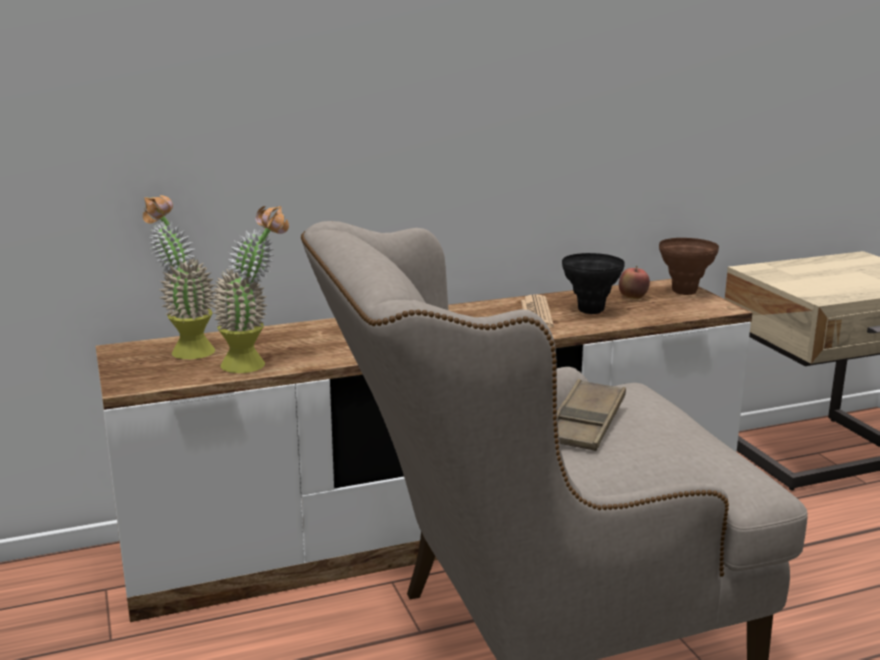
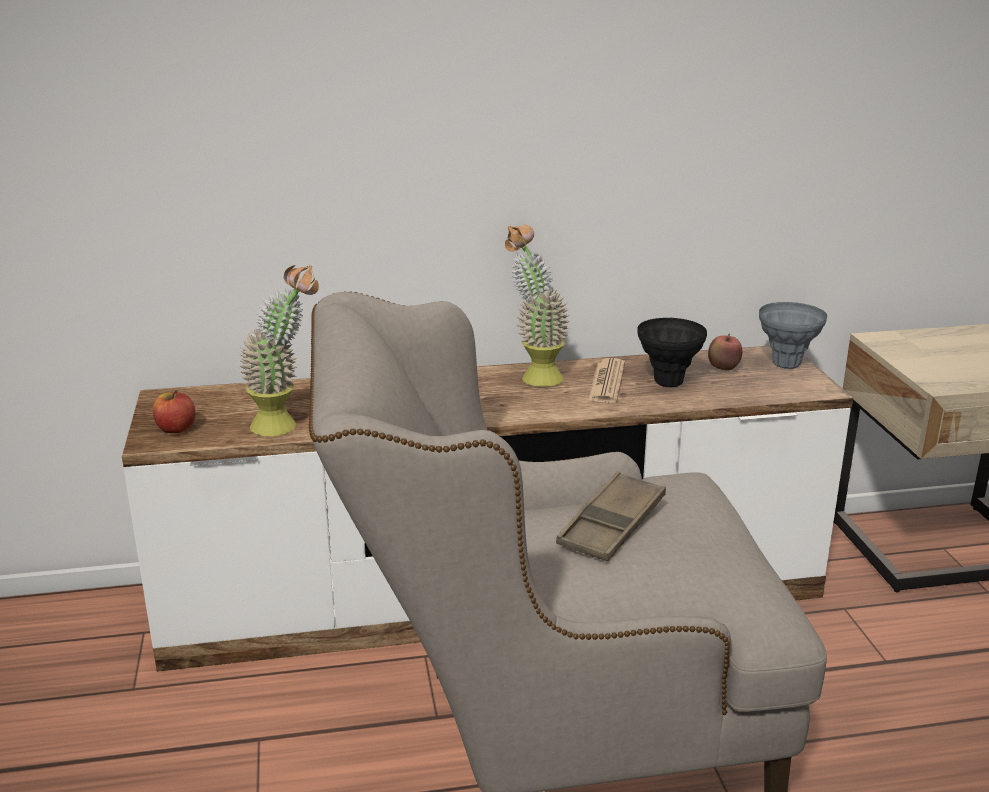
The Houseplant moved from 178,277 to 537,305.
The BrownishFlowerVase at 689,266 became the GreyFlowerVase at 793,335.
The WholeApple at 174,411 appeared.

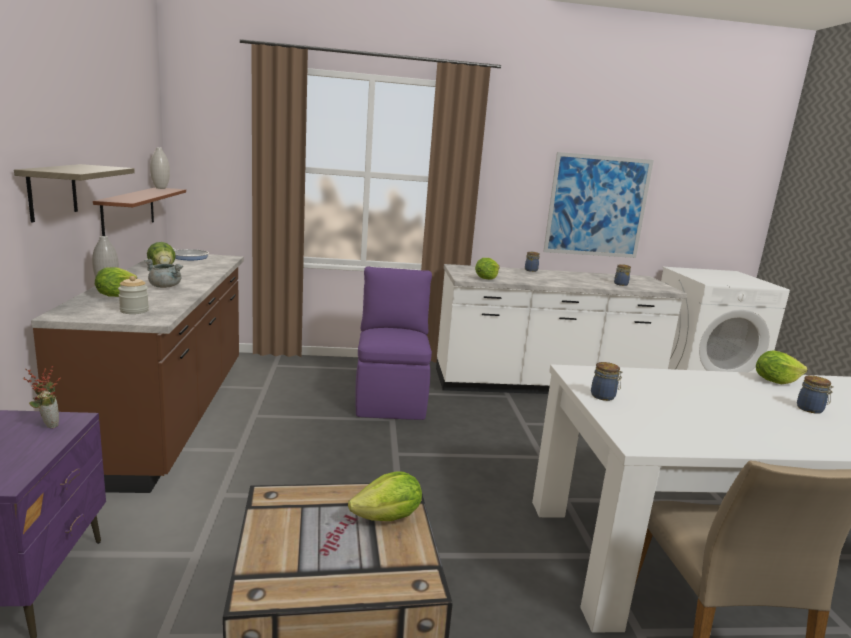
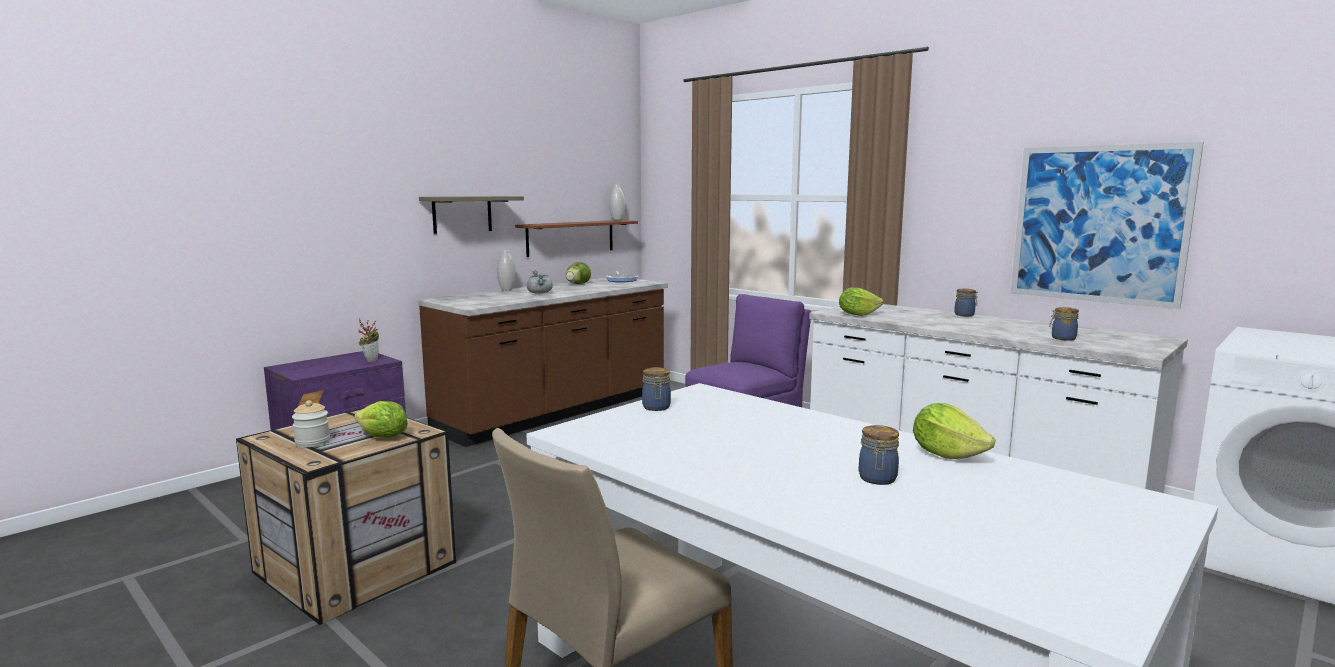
The HeadOfLettuce at 116,282 disappeared.
The PreserveJar moved from 133,295 to 311,423.

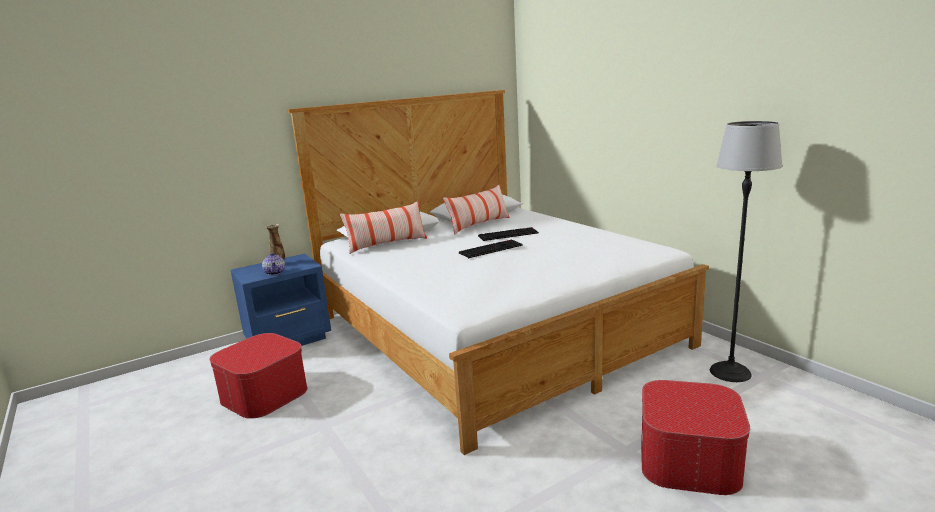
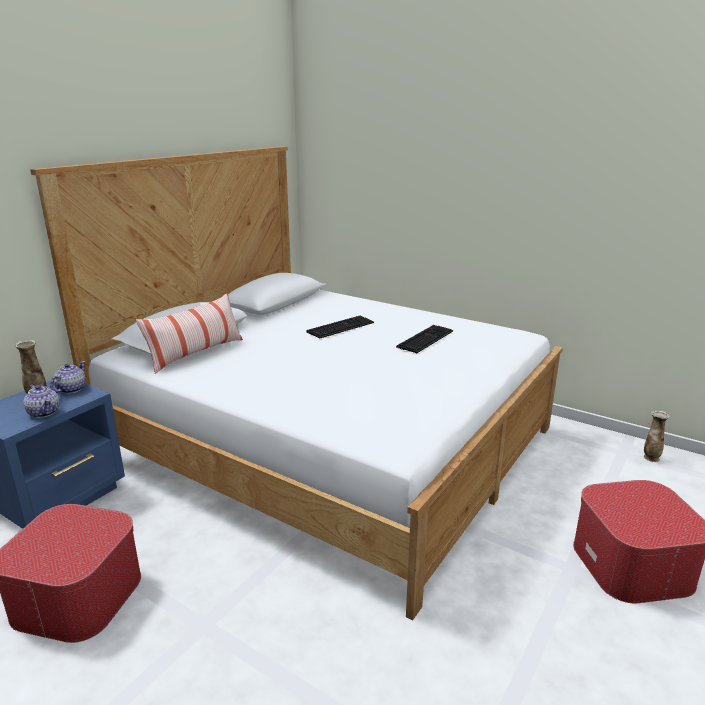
The ThrowPillow at 476,209 disappeared.
The ComputerKeyboard moved from 491,248 to 424,339.
The StandardLamp at 746,251 disappeared.
The Teapot at 68,377 appeared.
The FlowerVase at 657,436 appeared.

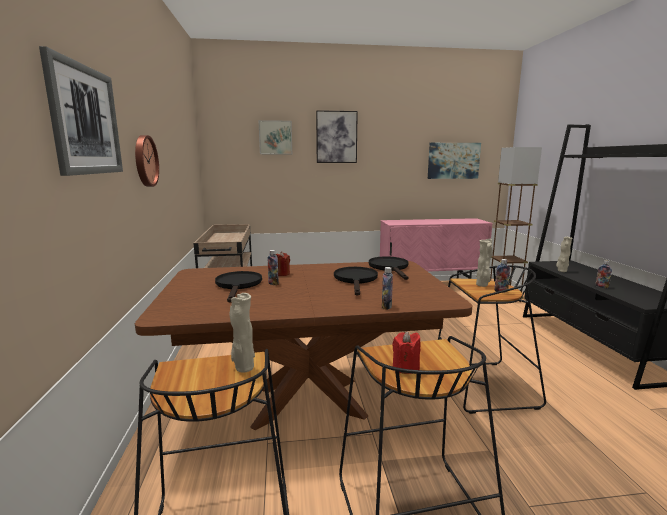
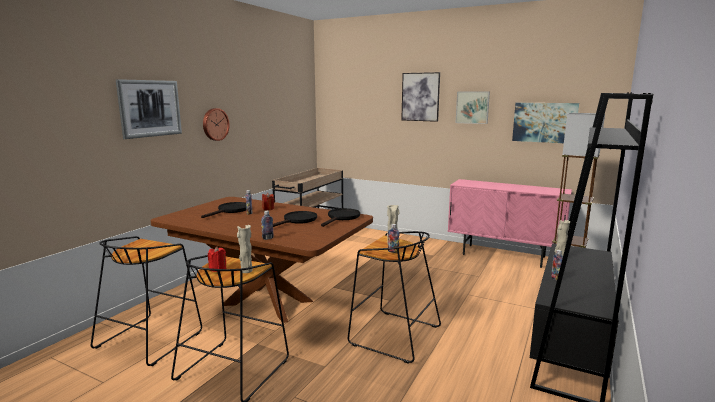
The SandColouredFlowerVase moved from 242,333 to 245,249.
The WallArt moved from 275,137 to 473,108.

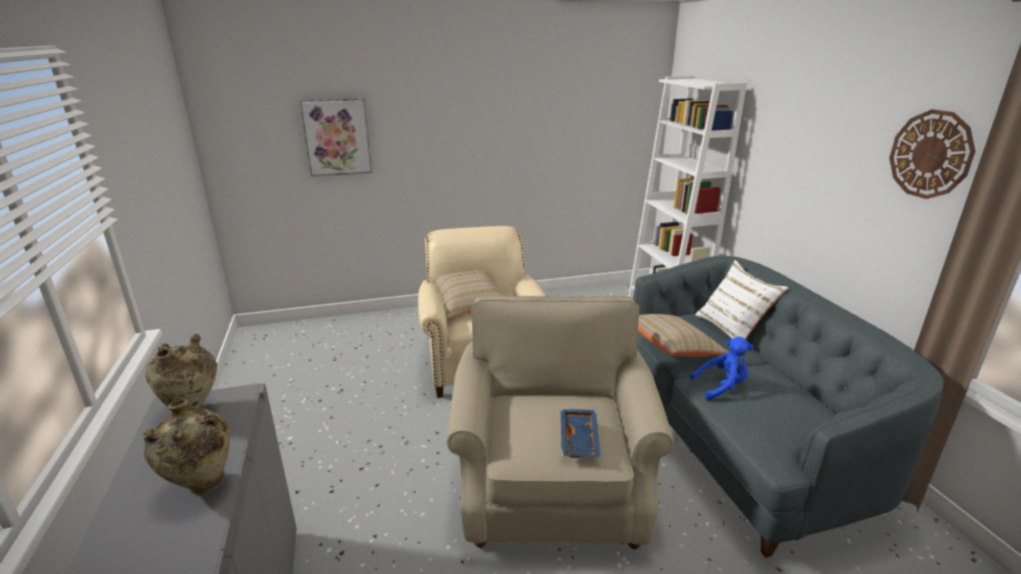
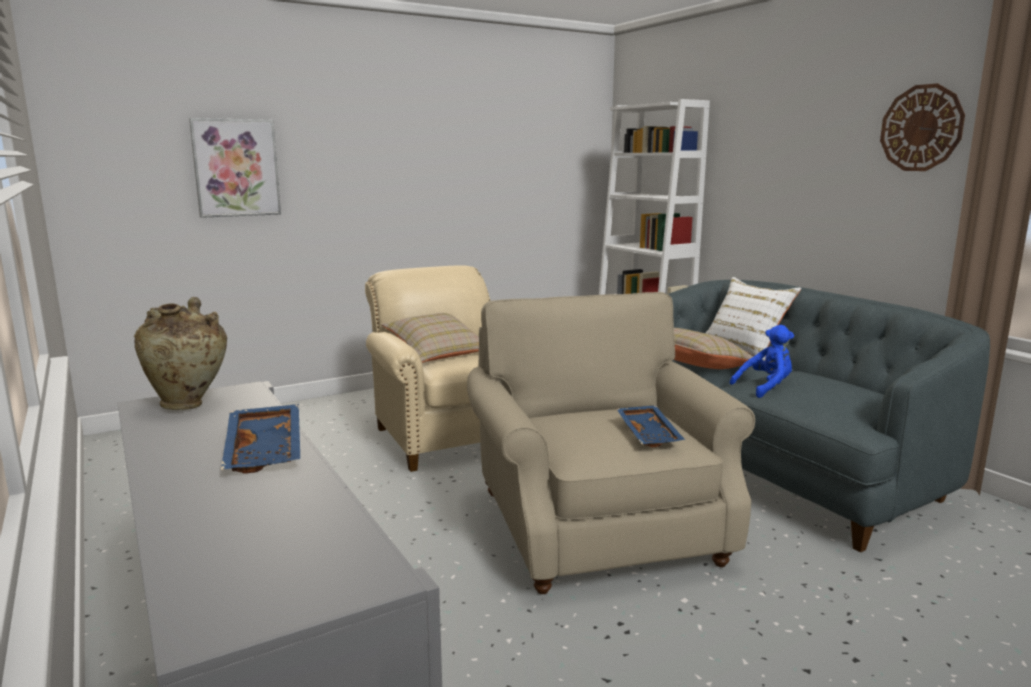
The SandColouredFlowerVase at 186,446 was replaced by the BlueColouredCarryingTray at 260,439.

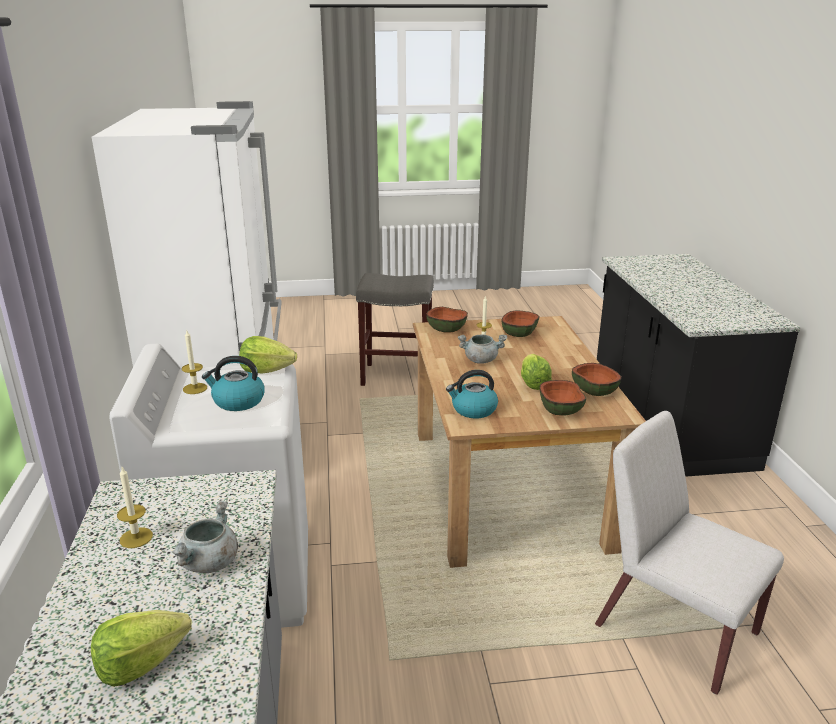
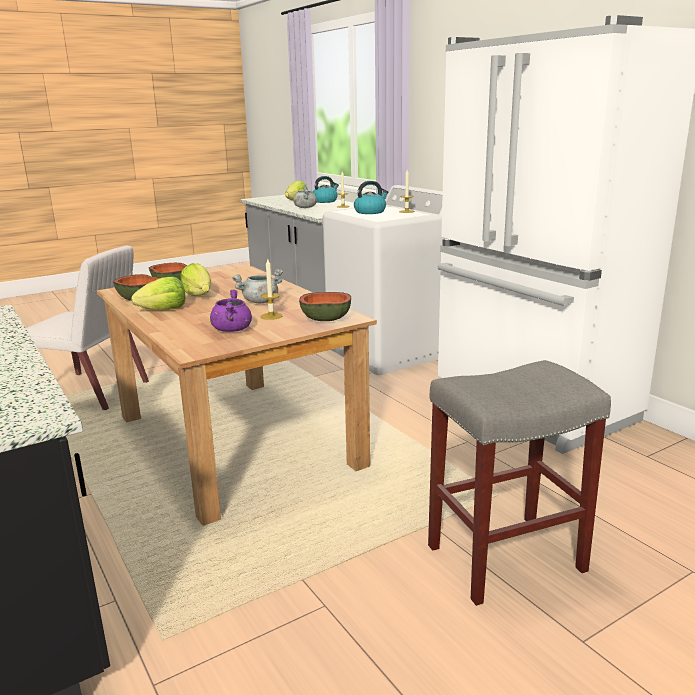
The HeadOfLettuce moved from 268,355 to 158,293.
The TeaKettle moved from 472,394 to 326,189.
The ServingBowl at 520,324 was replaced by the PurpleColouredCookingPot at 231,311.

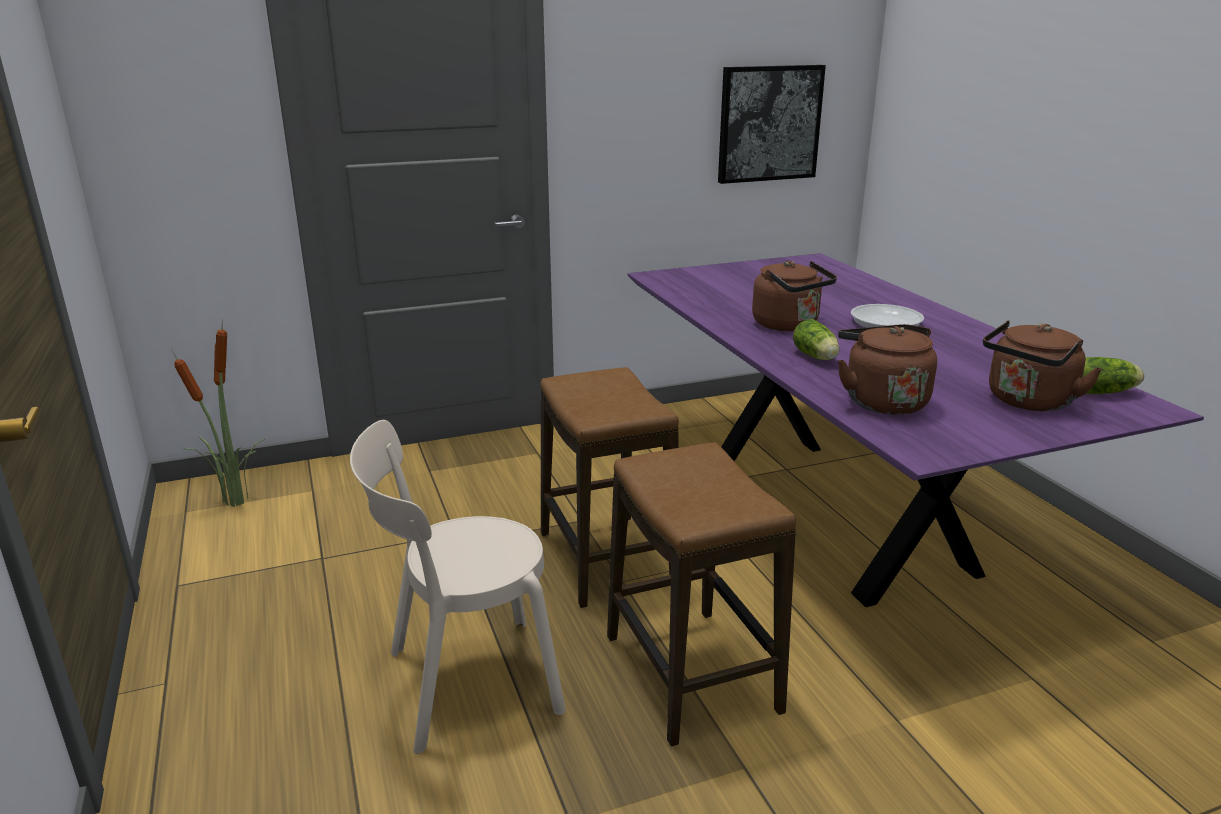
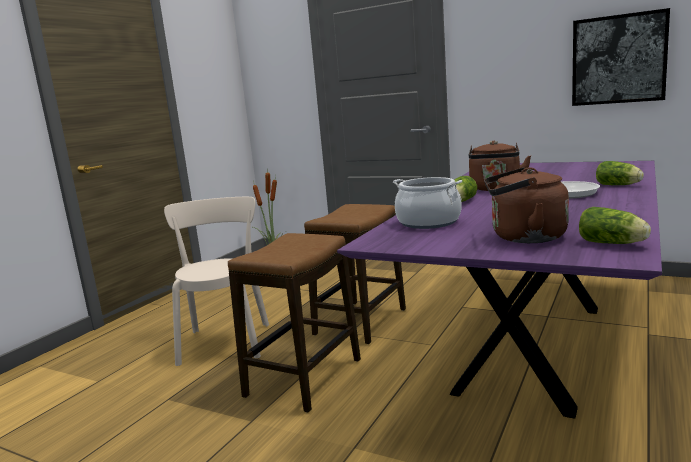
The SandColouredPlainChair at 458,587 turned 60 degrees clockwise.
The BrownishTeaKettle at 887,369 was replaced by the CookingPot at 427,203.
The HeadOfLettuce at 620,173 appeared.

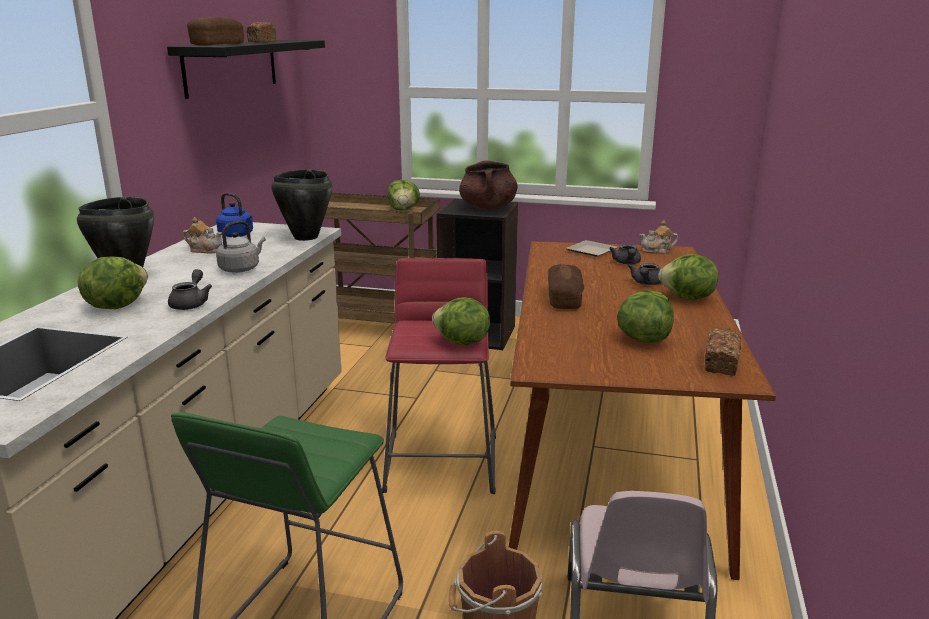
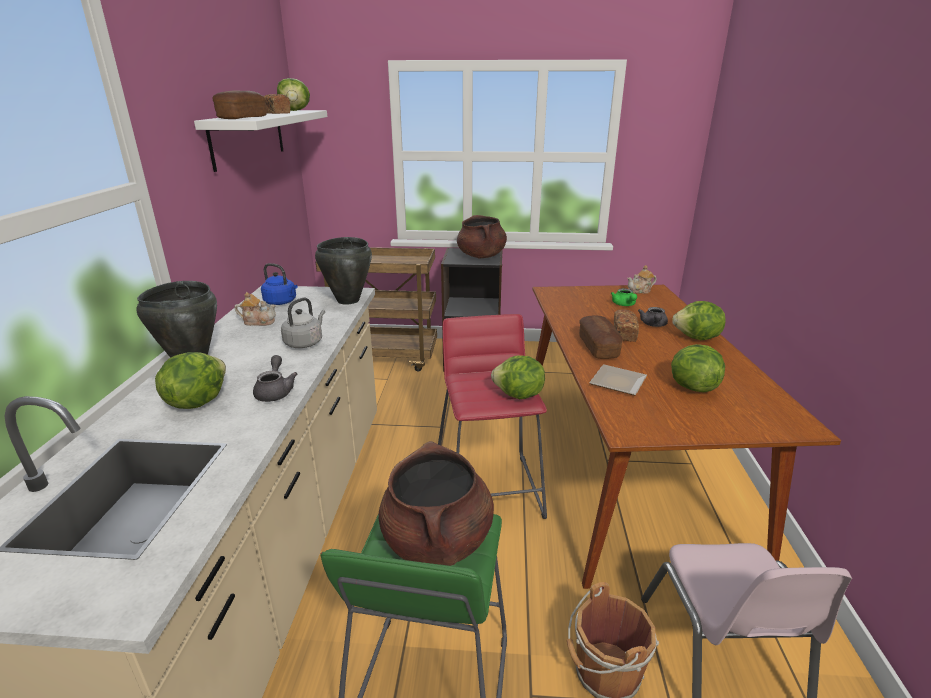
The BlackishShelf at 246,69 became the WhitishShelf at 261,141.
The HeadOfLettuce moved from 404,195 to 293,94.
The FlatDish moved from 592,248 to 618,380.
The GreyTeapot at 625,254 became the GreenTeapot at 624,297.
The BakedBread moved from 723,351 to 626,325.
The BrownishCookingPot at 436,503 appeared.

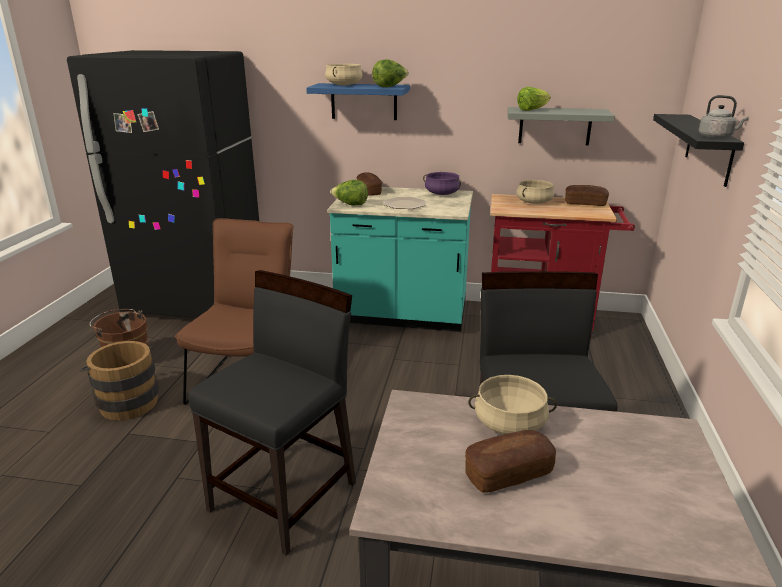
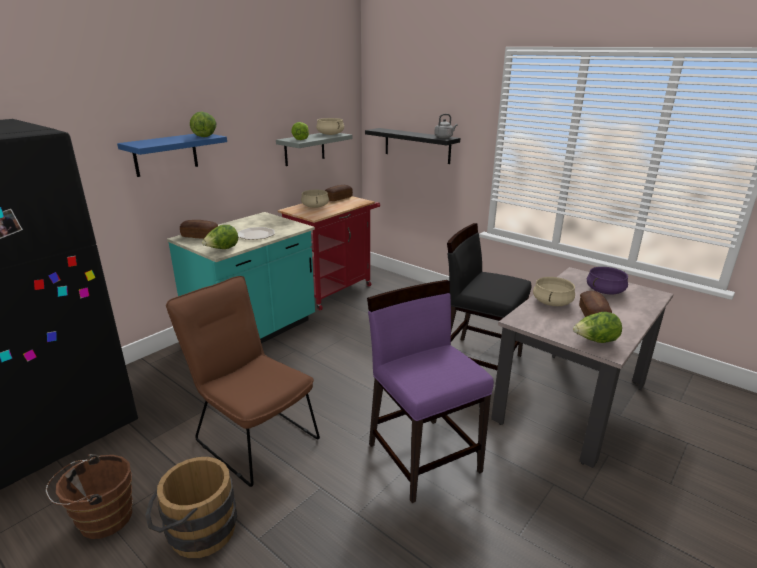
The BlackishPlainChair at 272,413 became the PurpleColouredPlainChair at 430,391.
The SandColouredCookingPot moved from 344,74 to 330,126.
The PurpleColouredCookingPot moved from 442,183 to 607,280.
The HeadOfLettuce at 597,327 appeared.

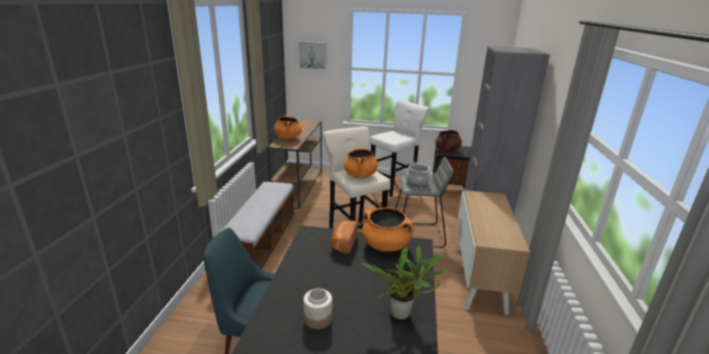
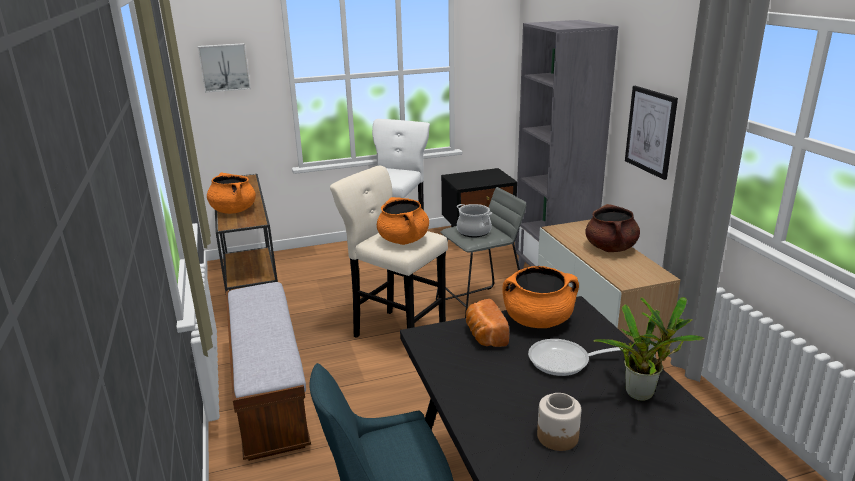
The BrownishCookingPot moved from 448,140 to 612,228.
The Pan at 575,357 appeared.
The WallArt at 651,133 appeared.

